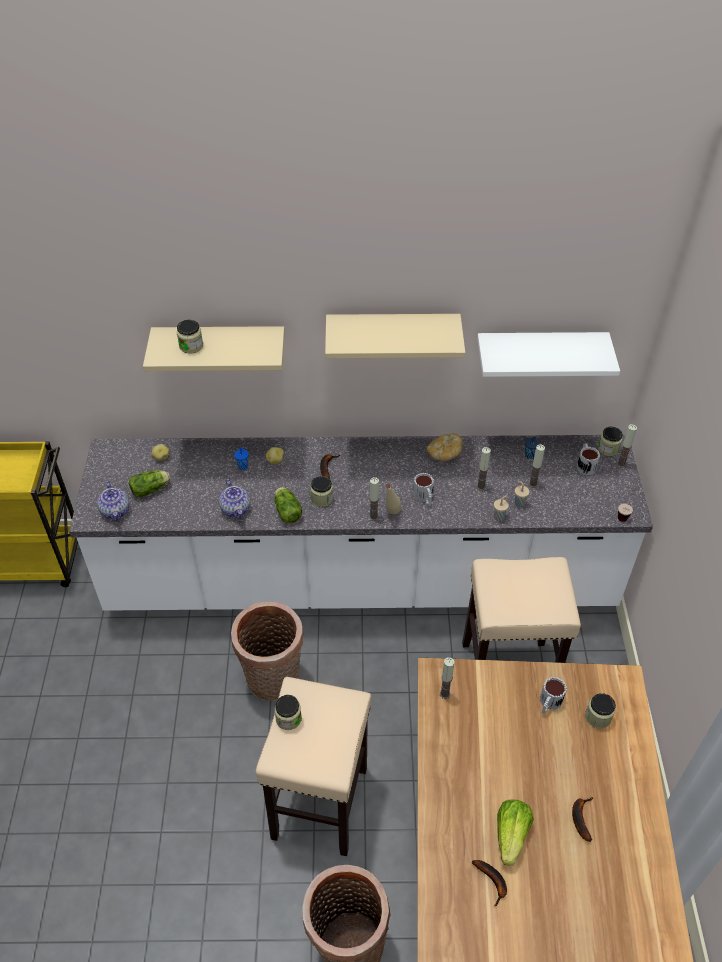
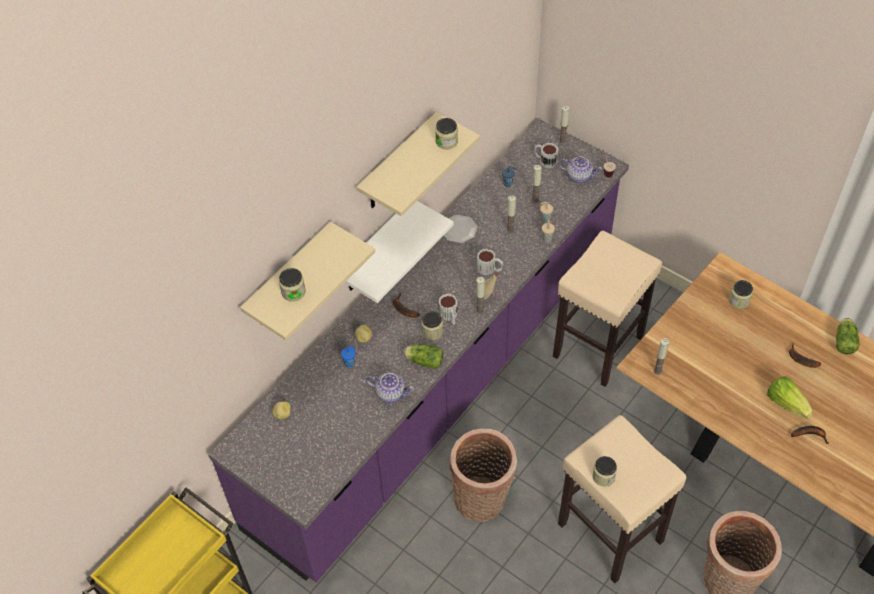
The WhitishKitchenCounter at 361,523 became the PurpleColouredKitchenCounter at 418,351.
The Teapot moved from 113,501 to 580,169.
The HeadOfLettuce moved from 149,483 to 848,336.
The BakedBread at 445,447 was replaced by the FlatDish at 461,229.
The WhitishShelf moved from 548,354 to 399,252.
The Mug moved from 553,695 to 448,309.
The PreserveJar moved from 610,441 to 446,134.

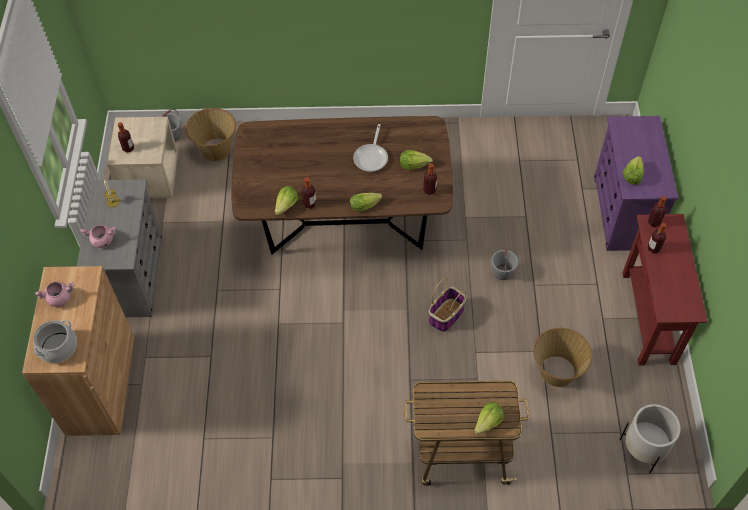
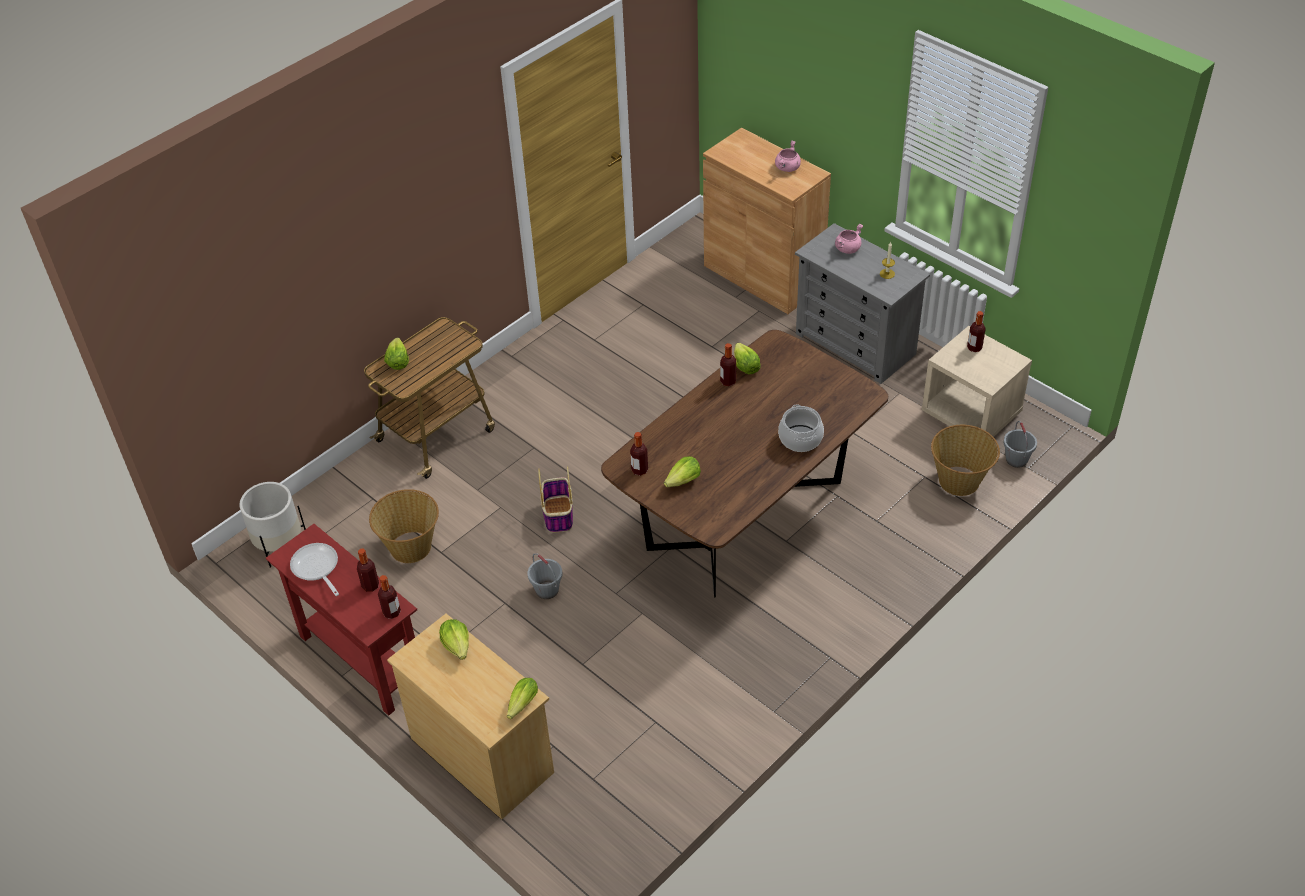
The CookingPot moved from 55,341 to 801,428.
The HeadOfLettuce moved from 366,202 to 522,698.
The Pan moved from 370,148 to 314,569.
The PurpleColouredDrawerChest at 636,183 became the SandColouredDrawerChest at 470,716.

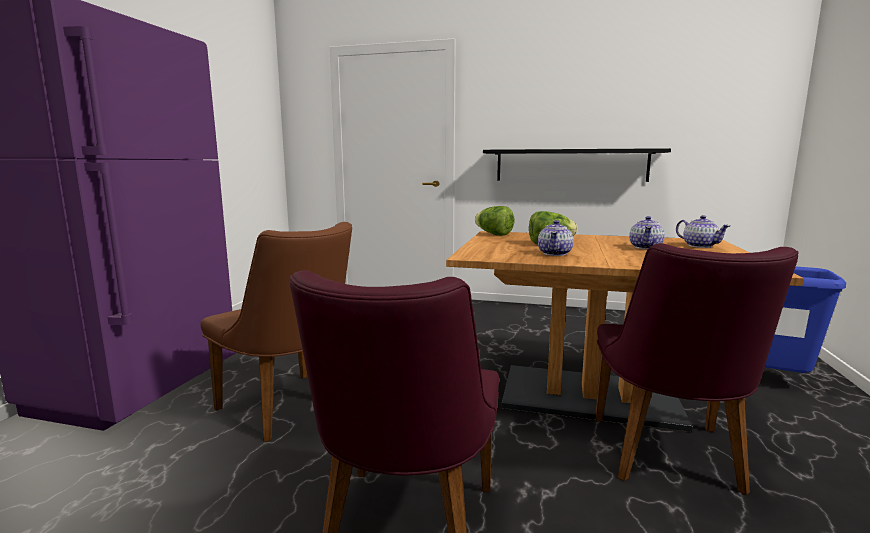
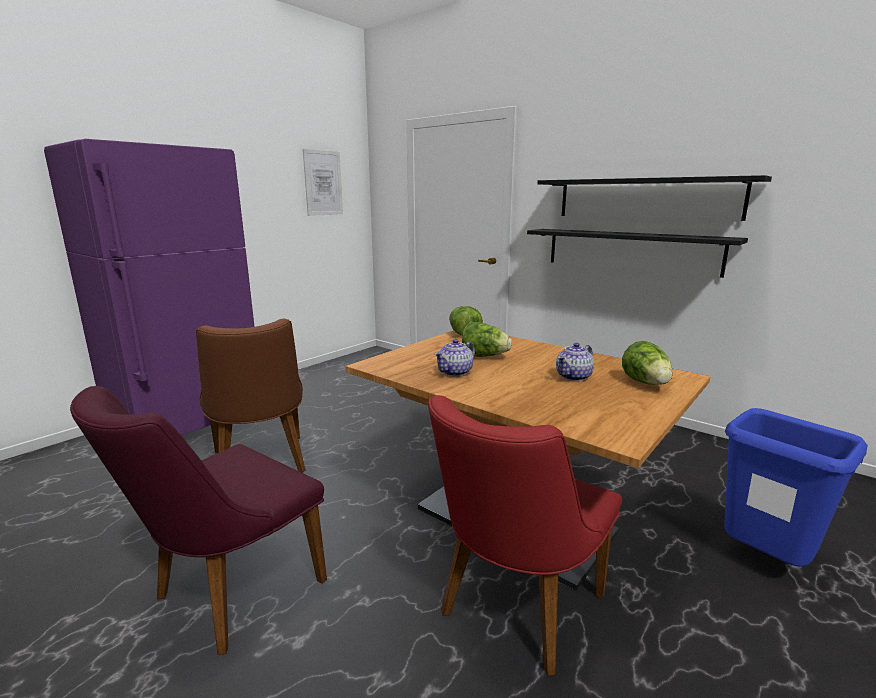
The PurpleColouredPlainChair at 697,369 became the ReddishPlainChair at 525,535.
The Teapot at 703,231 was replaced by the HeadOfLettuce at 647,363.
The WallArt at 323,182 appeared.
The BlackishShelf at 654,198 appeared.

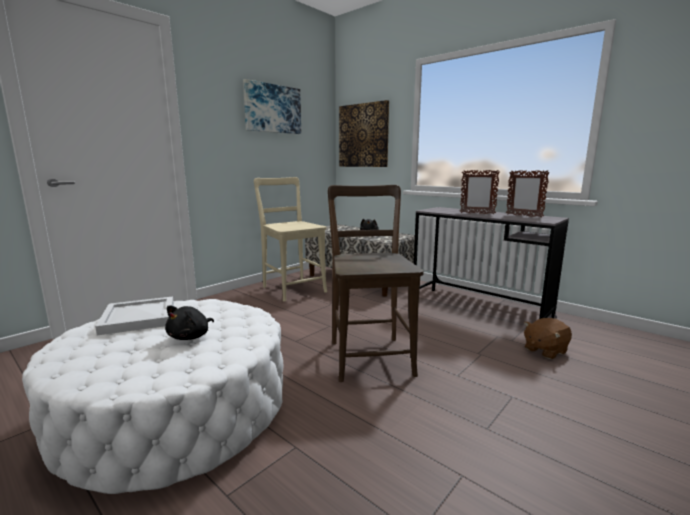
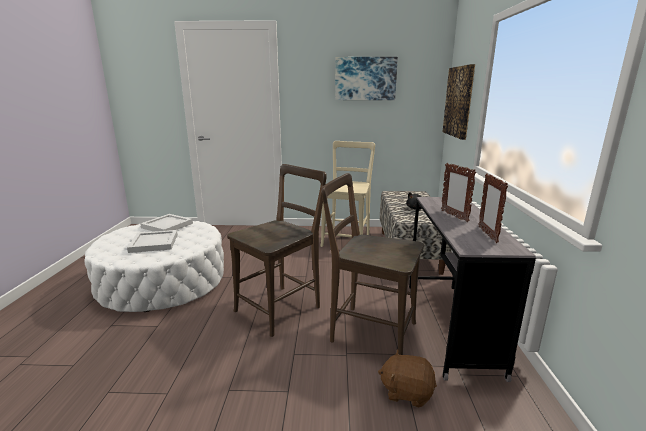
The BlackishSoftToy at 189,322 was replaced by the WhitishCarryingTray at 152,241.
The BrownishPlainChair at 372,264 appeared.

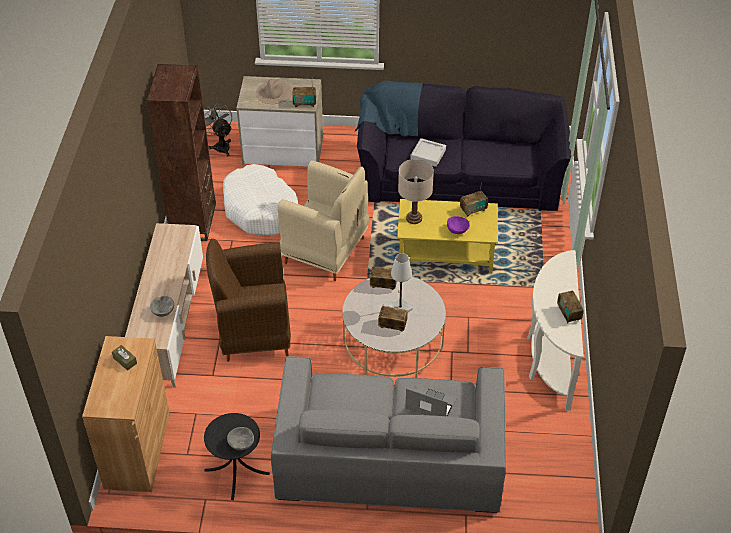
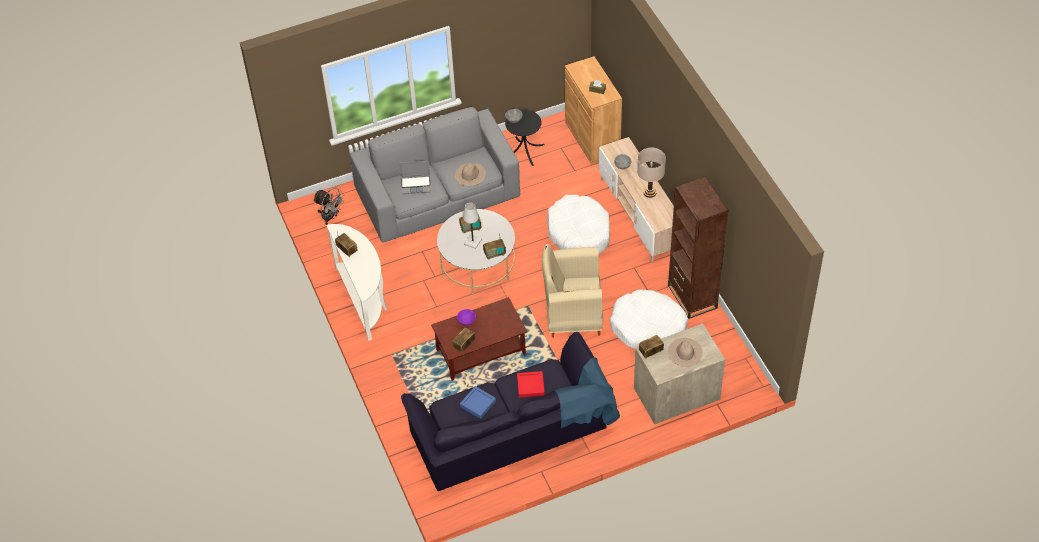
The GreyFan moved from 218,129 to 329,206.
The BrownishLoungeChair at 248,300 was replaced by the WhitishPetBed at 578,224.
The YellowColouredCoffeeTable at 447,236 became the BrownishCoffeeTable at 479,339.
The SandColouredTableLamp moved from 416,191 to 651,172.
The GreyCarryingTray at 428,152 became the ReddishCarryingTray at 531,384.
The SandColouredWearableHat at 470,174 appeared.
The BlueColouredCarryingTray at 478,402 appeared.

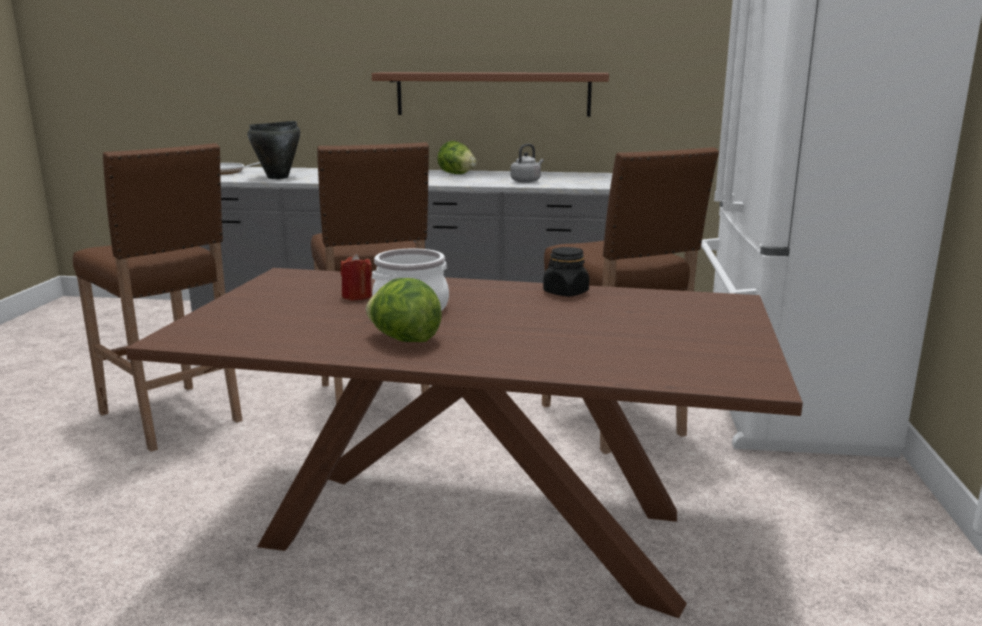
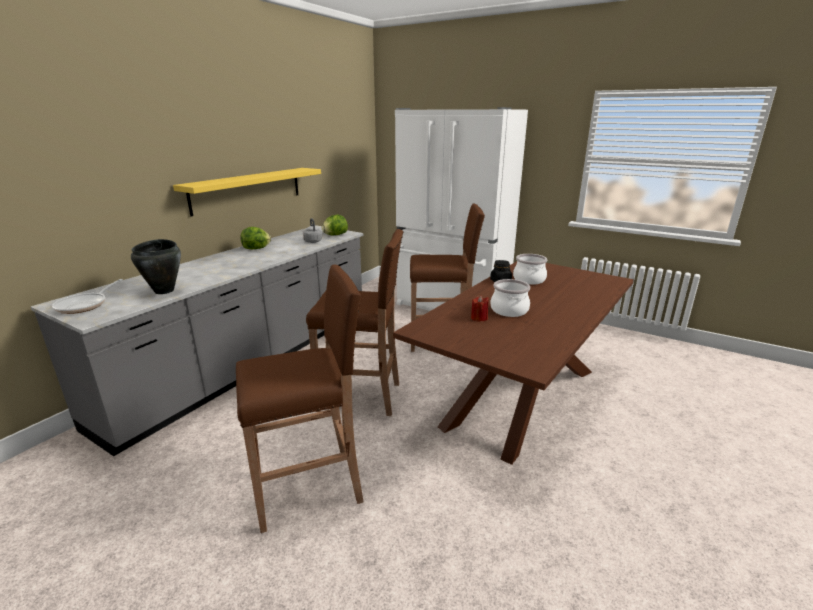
The HeadOfLettuce moved from 404,310 to 335,225.
The BrownishShelf at 490,94 became the YellowColouredShelf at 247,192.
The CookingPot at 530,269 appeared.

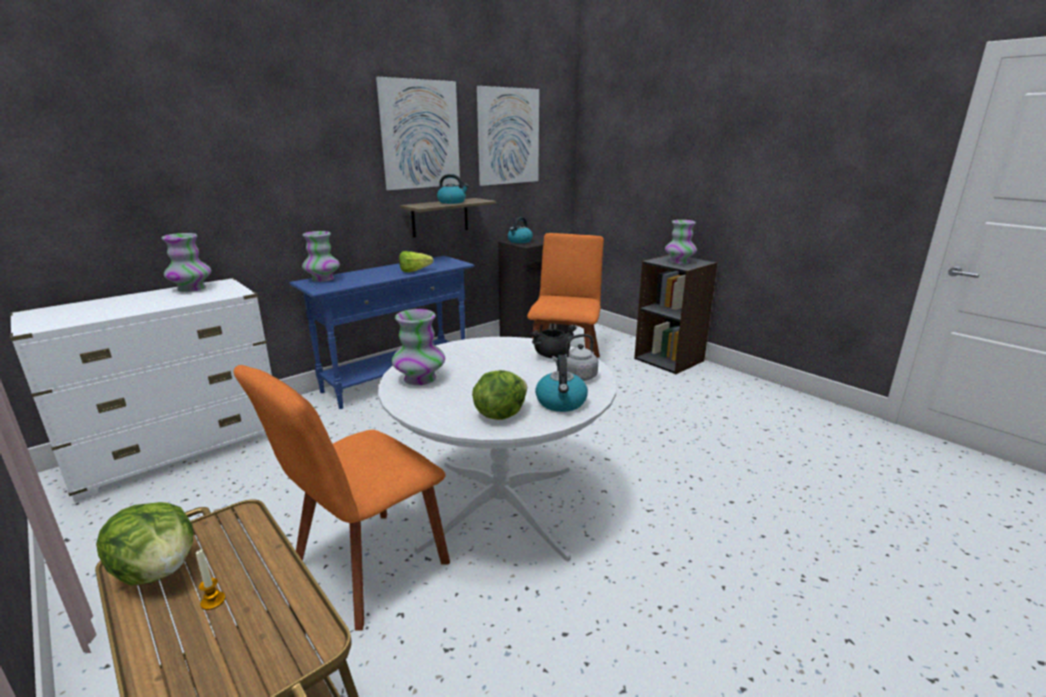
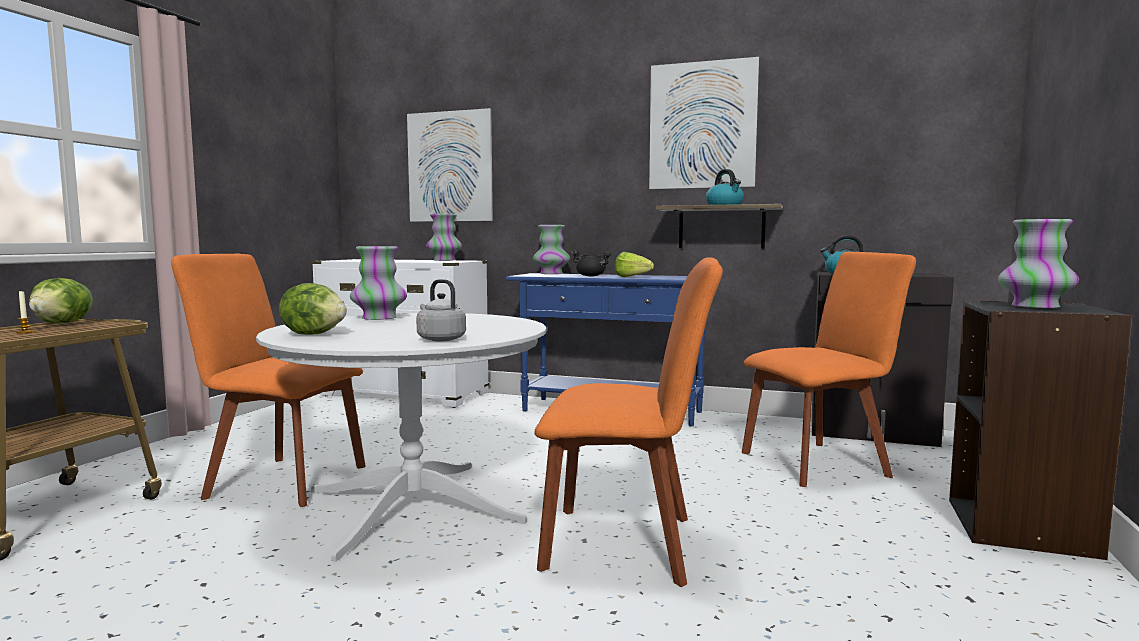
The WallArt moved from 508,136 to 450,165.
The BlackishCookingPot moved from 553,341 to 591,263.
The TeaKettle at 561,383 disappeared.
The OrangeyPlainChair at 628,422 appeared.

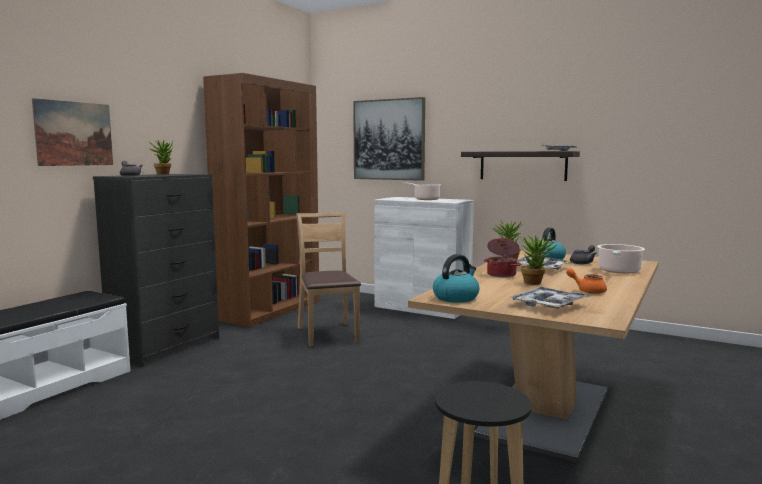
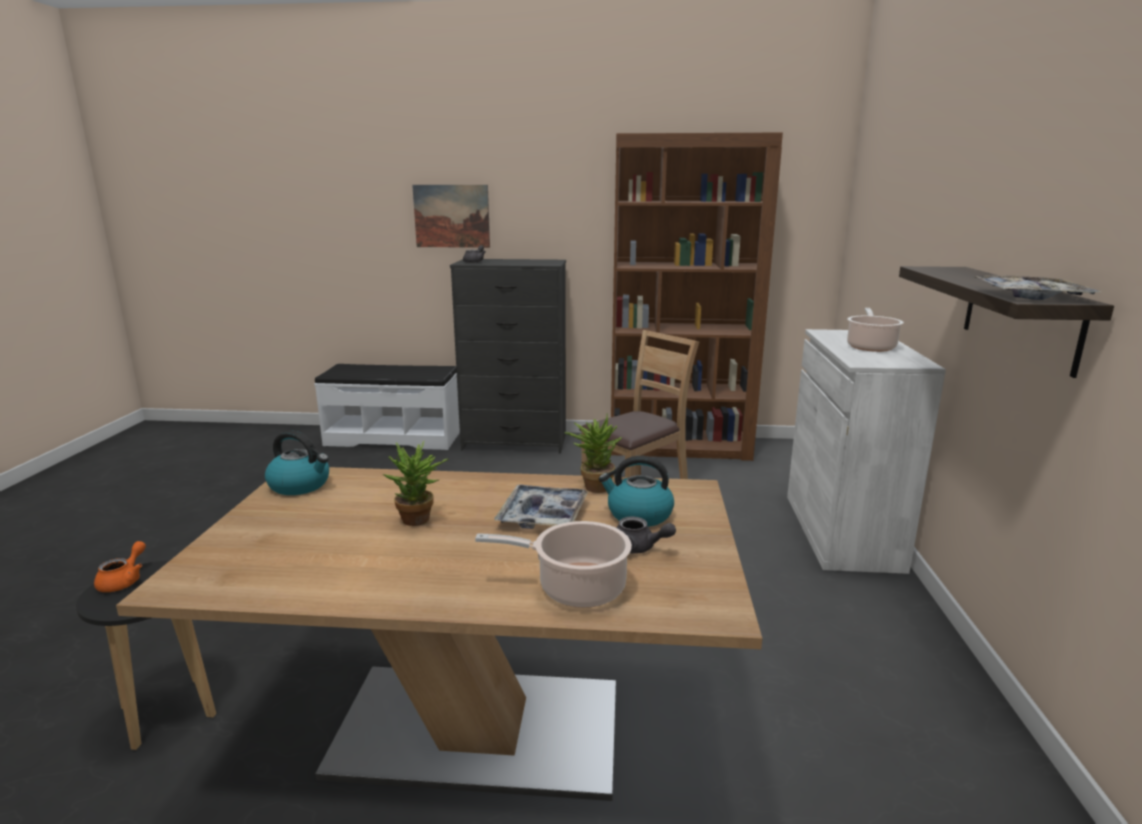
The Houseplant at 160,157 disappeared.
The WallArt at 389,139 disappeared.
The CookingPot at 502,257 disappeared.
The CarryingTray at 550,298 disappeared.
The OrangeyTeapot moved from 586,281 to 120,566.

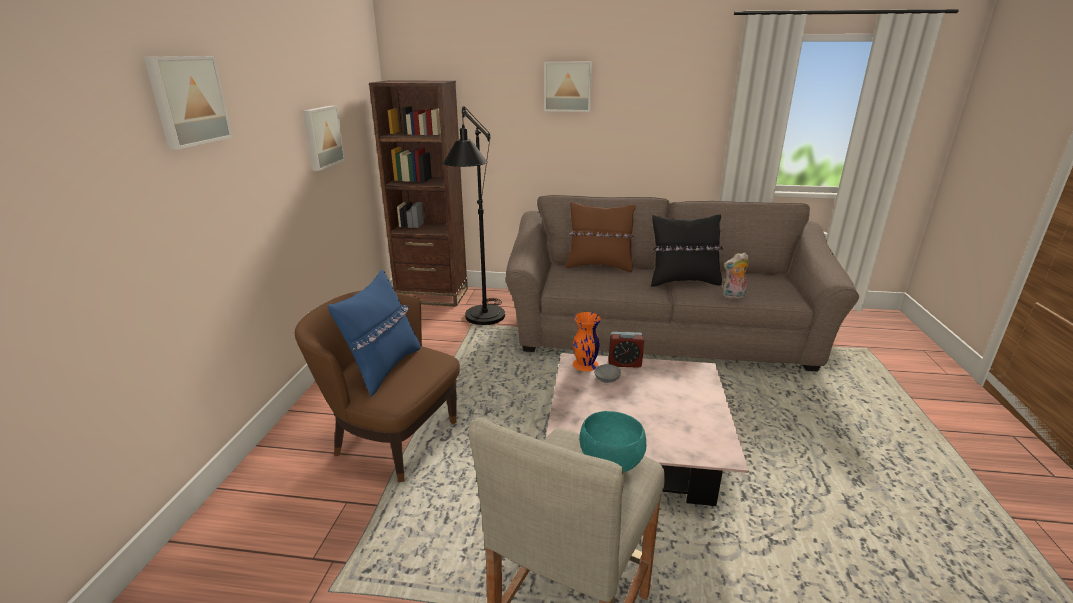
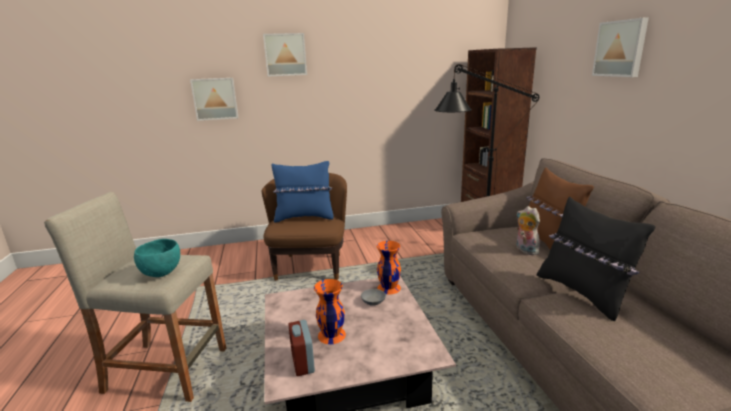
The WallArt moved from 324,138 to 214,99.
The AlarmClock moved from 626,350 to 301,348.
The SoftToy moved from 735,275 to 528,230.
The OrangeyFlowerVase at 330,311 appeared.

